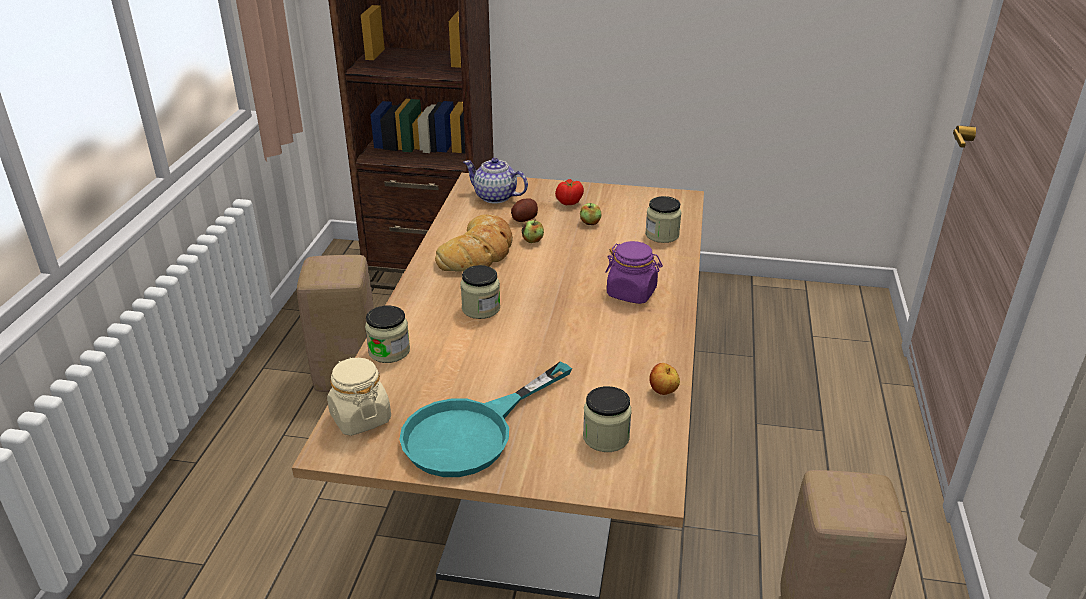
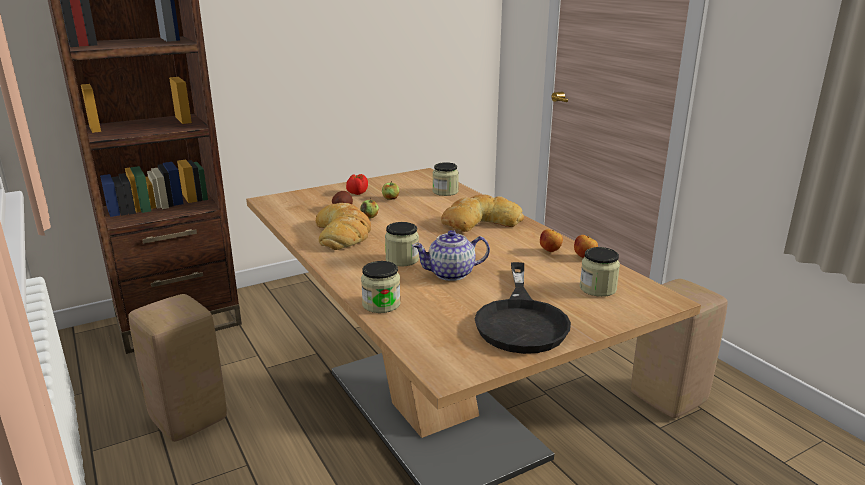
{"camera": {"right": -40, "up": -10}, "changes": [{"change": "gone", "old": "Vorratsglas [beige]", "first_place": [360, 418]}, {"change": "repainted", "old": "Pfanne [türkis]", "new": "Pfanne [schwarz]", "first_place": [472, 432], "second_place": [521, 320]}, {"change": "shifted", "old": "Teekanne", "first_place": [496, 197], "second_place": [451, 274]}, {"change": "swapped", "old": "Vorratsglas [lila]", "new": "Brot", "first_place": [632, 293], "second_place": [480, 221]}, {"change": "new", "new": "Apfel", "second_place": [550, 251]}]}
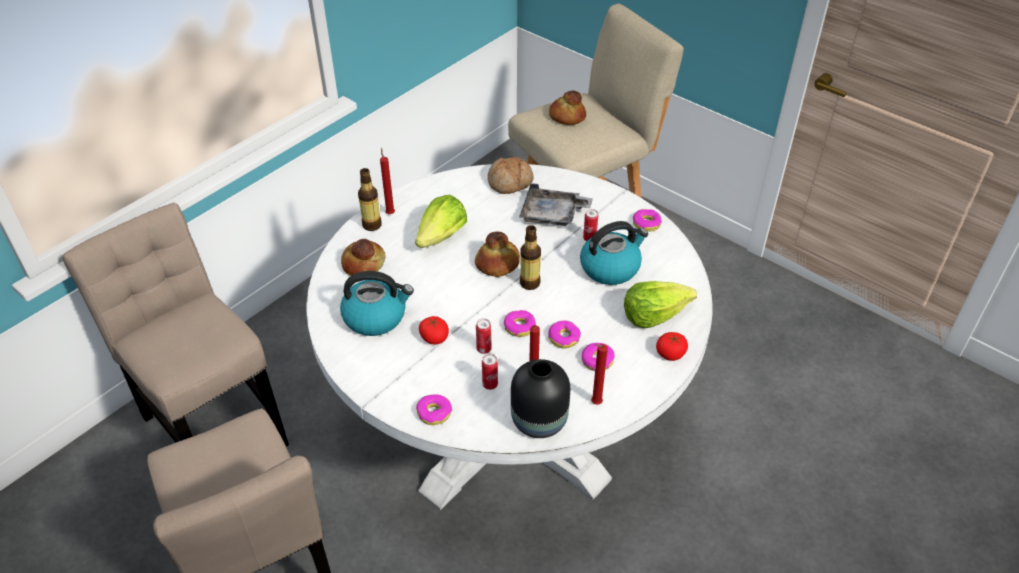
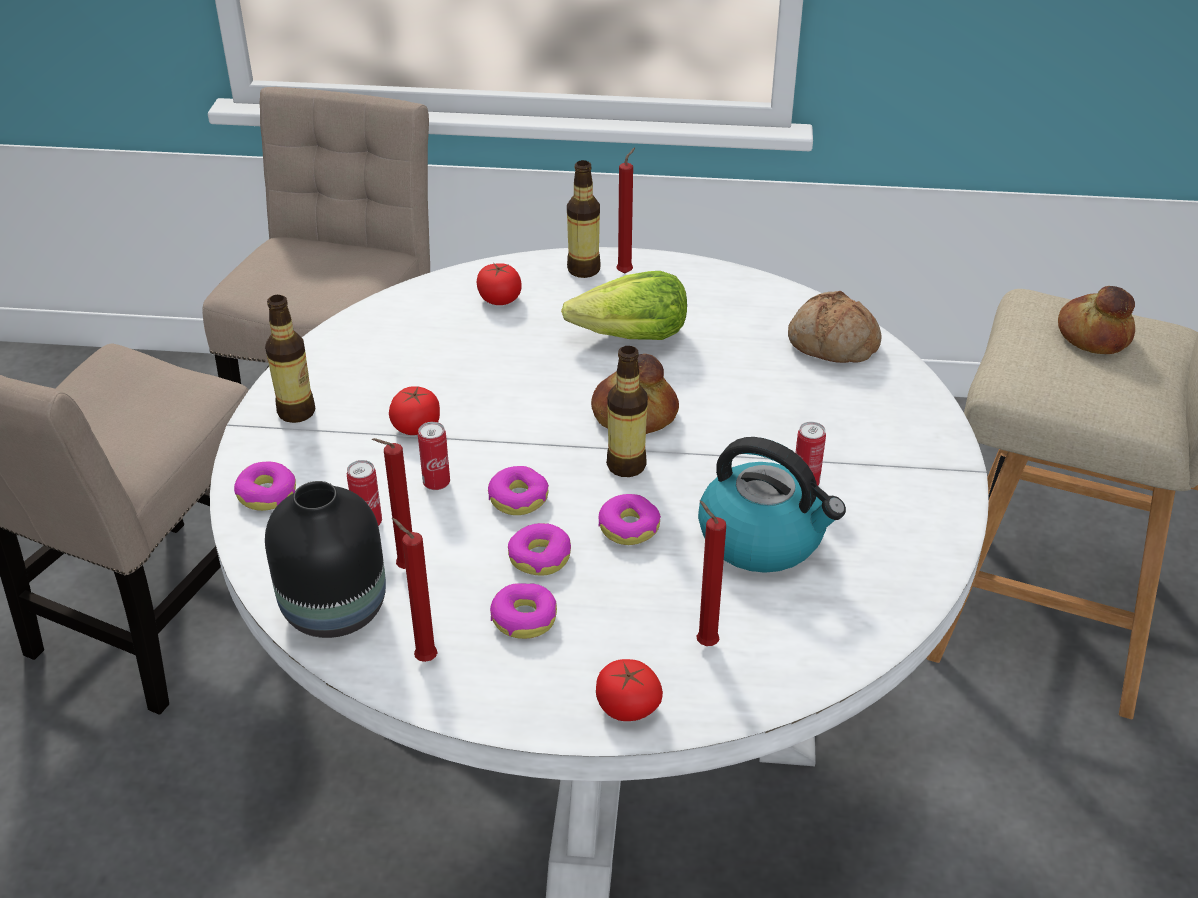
{"camera": {"right": 55, "up": -5}, "changes": [{"change": "gone", "old": "Wasserkessel", "first_place": [376, 317]}, {"change": "swapped", "old": "Brot", "new": "Tomate", "first_place": [363, 263], "second_place": [499, 298]}, {"change": "gone", "old": "Tablett [grau]", "first_place": [552, 215]}, {"change": "swapped", "old": "Salatkopf", "new": "Kerze [rot]", "first_place": [654, 314], "second_place": [704, 642]}, {"change": "shifted", "old": "Donut", "first_place": [646, 224], "second_place": [629, 527]}, {"change": "new", "new": "Flasche", "second_place": [296, 412]}]}
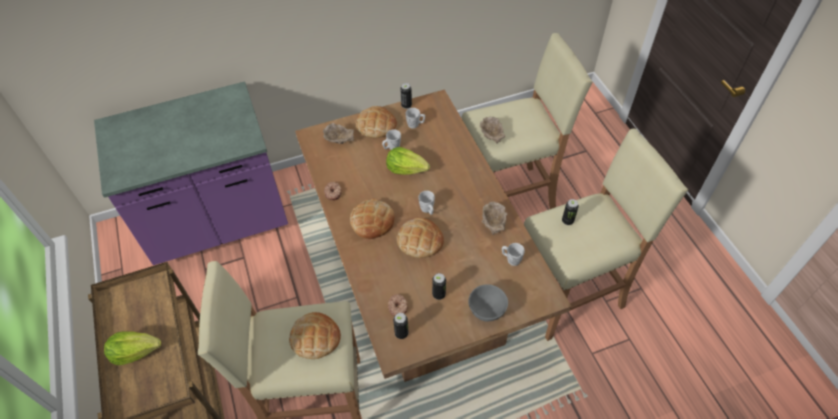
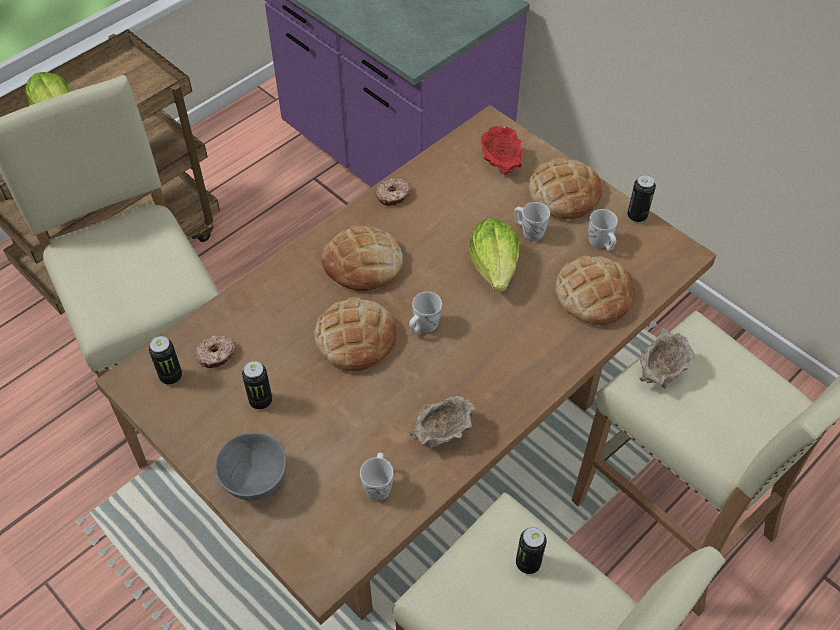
{"camera": {"right": 65, "up": 0}, "changes": [{"change": "shifted", "old": "Brot", "first_place": [315, 338], "second_place": [594, 294]}, {"change": "repainted", "old": "Schüssel [beige]", "new": "Schüssel [rot]", "first_place": [339, 141], "second_place": [500, 163]}]}
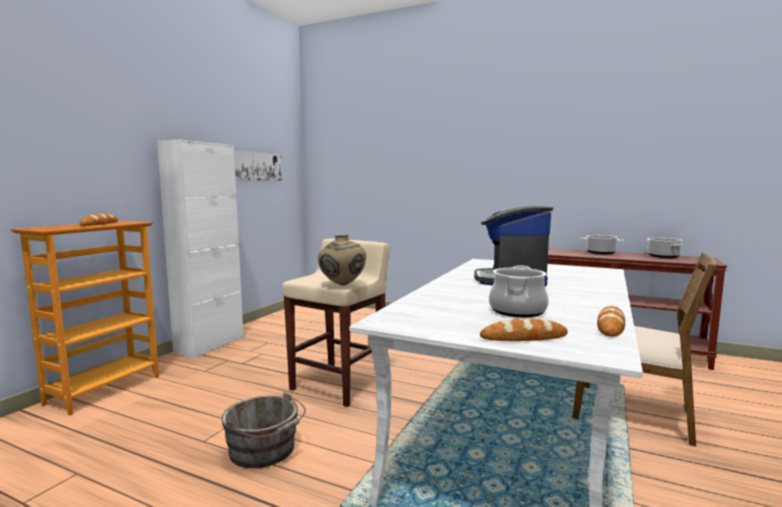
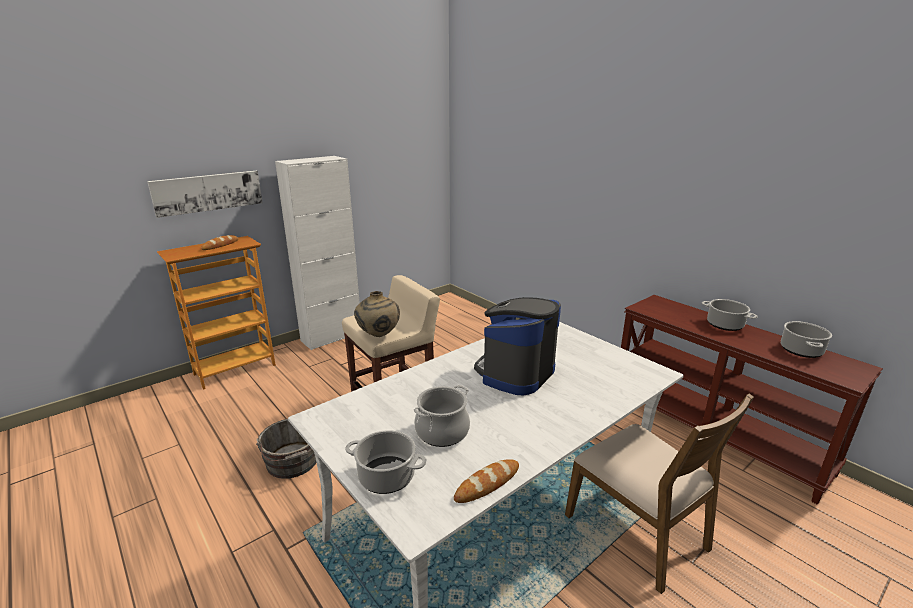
{"camera": {"right": 25, "up": 15}, "changes": [{"change": "shifted", "old": "Bild", "first_place": [252, 166], "second_place": [208, 192]}, {"change": "swapped", "old": "Brot", "new": "Kochtopf", "first_place": [523, 337], "second_place": [387, 476]}]}
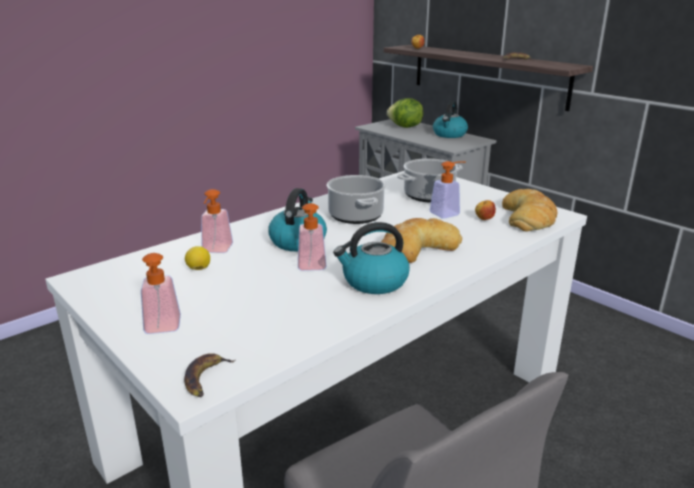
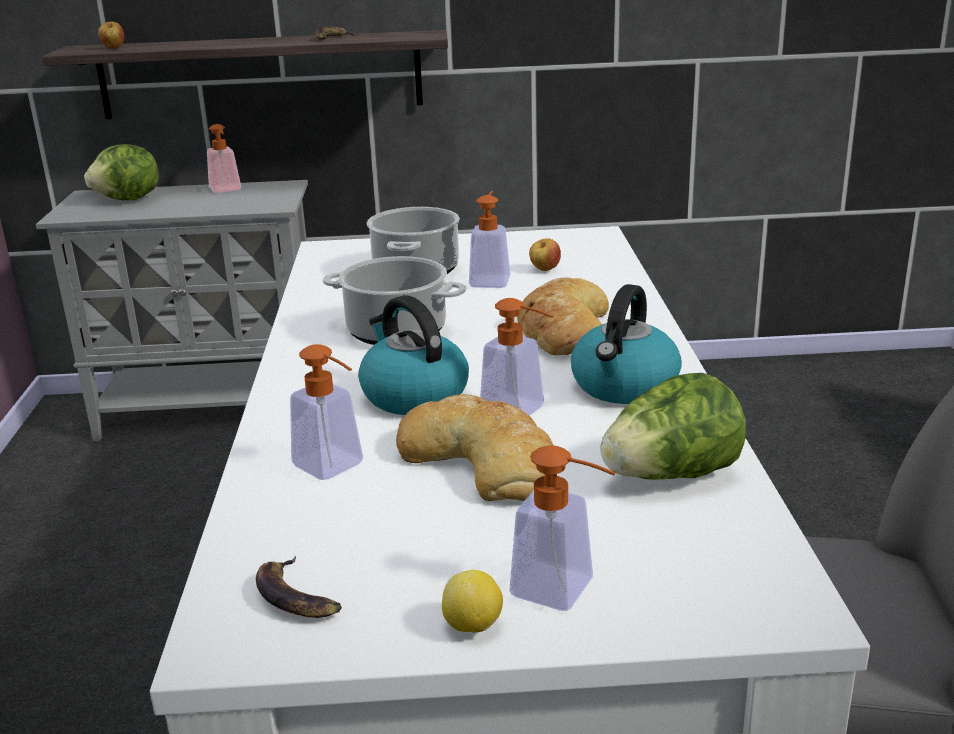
{"camera": {"right": -50, "up": 0}, "changes": [{"change": "shifted", "old": "Banane", "first_place": [206, 378], "second_place": [297, 596]}, {"change": "shifted", "old": "Zitrone", "first_place": [198, 269], "second_place": [473, 626]}, {"change": "swapped", "old": "Wasserkessel", "new": "Seifenspender", "first_place": [449, 134], "second_place": [227, 191]}, {"change": "shifted", "old": "Brot", "first_place": [529, 217], "second_place": [481, 460]}, {"change": "new", "new": "Salatkopf", "second_place": [671, 476]}]}
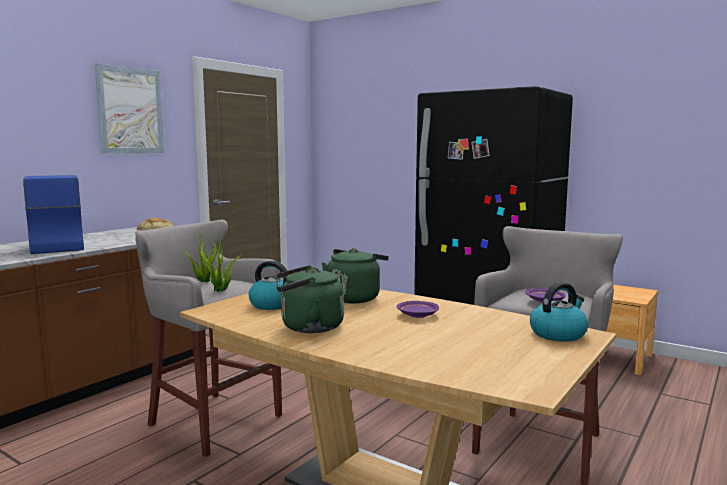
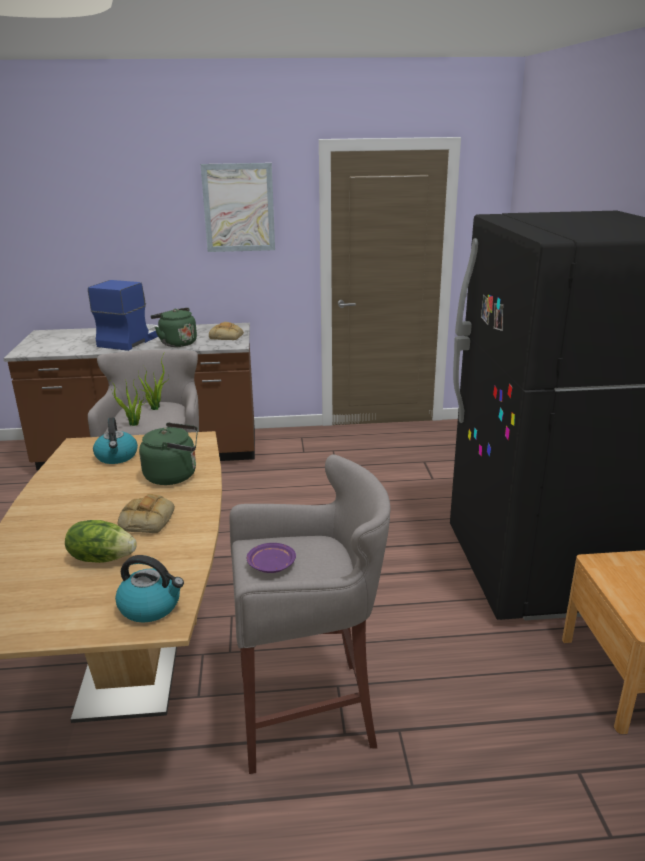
{"camera": {"right": 50, "up": 15}, "changes": [{"change": "shifted", "old": "Wasserkessel [grün]", "first_place": [308, 327], "second_place": [176, 343]}, {"change": "swapped", "old": "Teller [lila]", "new": "Brot", "first_place": [417, 315], "second_place": [146, 520]}, {"change": "new", "new": "Salatkopf", "second_place": [102, 558]}]}
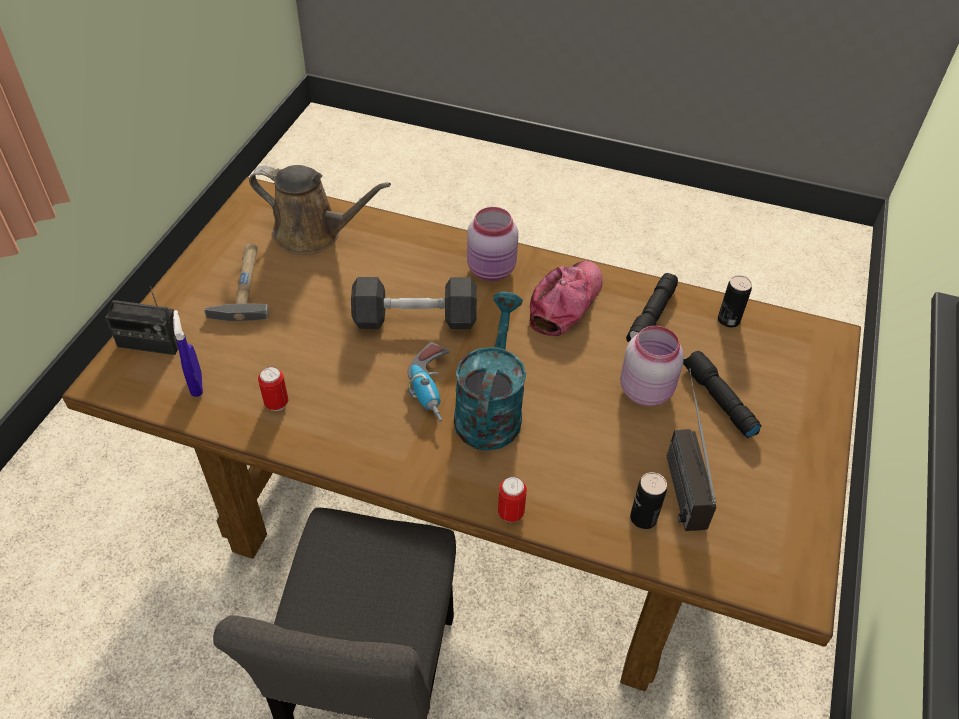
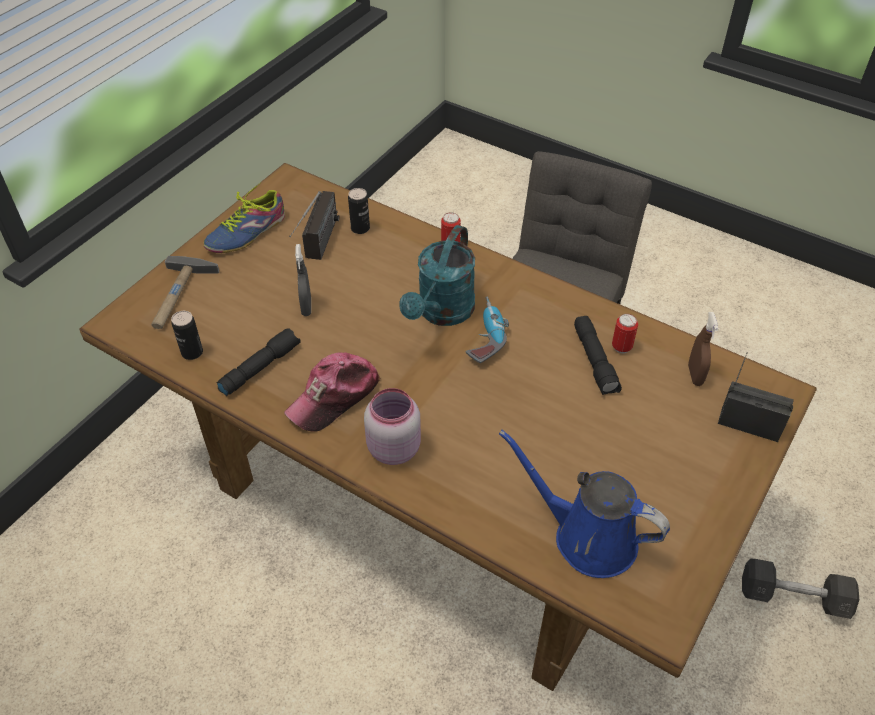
{"camera": {"right": -165, "up": 0}, "changes": [{"change": "repainted", "old": "Sprühflasche [blau]", "new": "Sprühflasche [braun]", "first_place": [196, 384], "second_place": [695, 375]}, {"change": "shifted", "old": "Hammer", "first_place": [243, 285], "second_place": [179, 296]}, {"change": "repainted", "old": "Gießkanne [braun]", "new": "Gießkanne [blau]", "first_place": [313, 234], "second_place": [587, 537]}, {"change": "shifted", "old": "Hantel [grau]", "first_place": [415, 319], "second_place": [793, 597]}, {"change": "swapped", "old": "Vorratsglas [rosa]", "new": "Sprühflasche [grau]", "first_place": [646, 389], "second_place": [306, 307]}, {"change": "shifted", "old": "Taschenlampe [schwarz]", "first_place": [717, 400], "second_place": [595, 361]}, {"change": "new", "new": "Schuh", "second_place": [247, 233]}]}
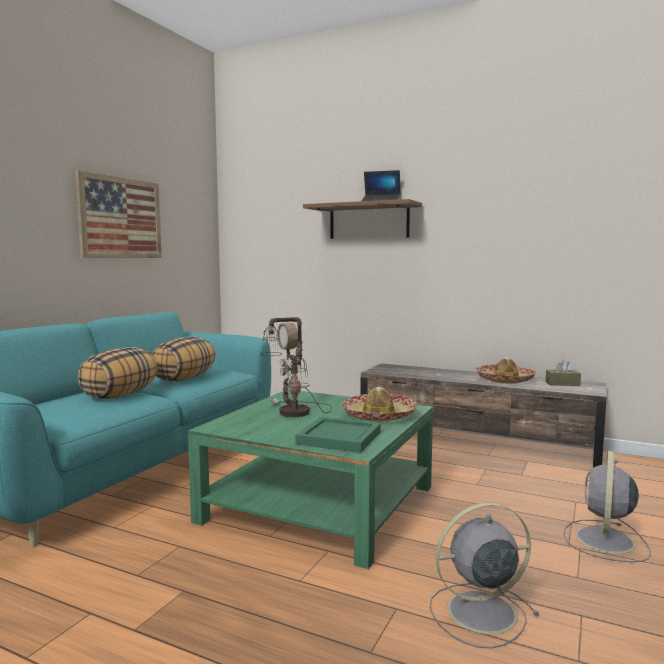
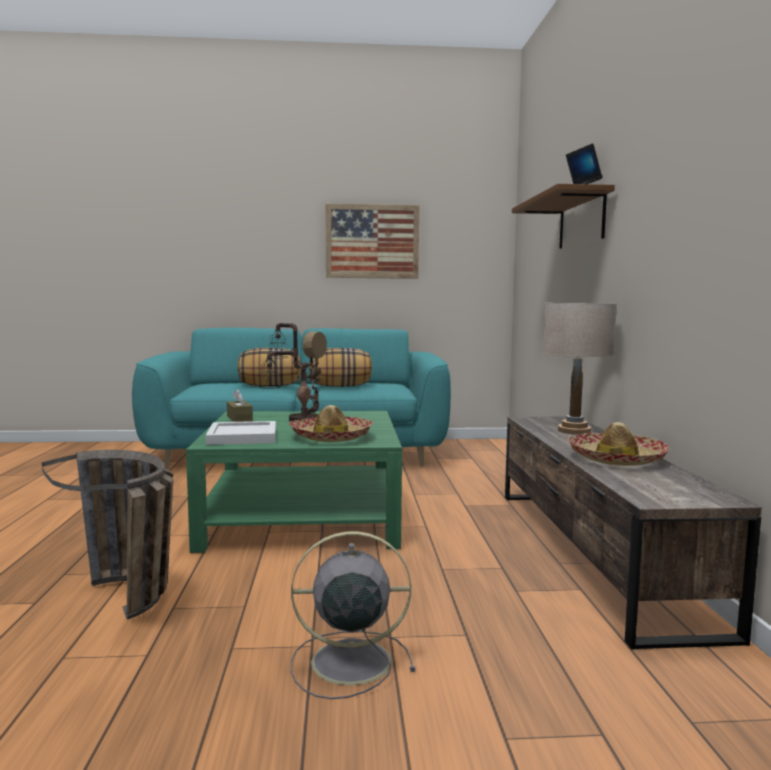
{"camera": {"right": 60, "up": 0}, "changes": [{"change": "repainted", "old": "Tablett [grün]", "new": "Tablett [weiß]", "first_place": [340, 437], "second_place": [243, 437]}, {"change": "swapped", "old": "Ventilator [grau]", "new": "Korb", "first_place": [478, 613], "second_place": [133, 604]}, {"change": "shifted", "old": "Taschentuchbox [braun]", "first_place": [562, 384], "second_place": [239, 418]}, {"change": "new", "new": "Tischlampe [beige]", "second_place": [574, 431]}]}
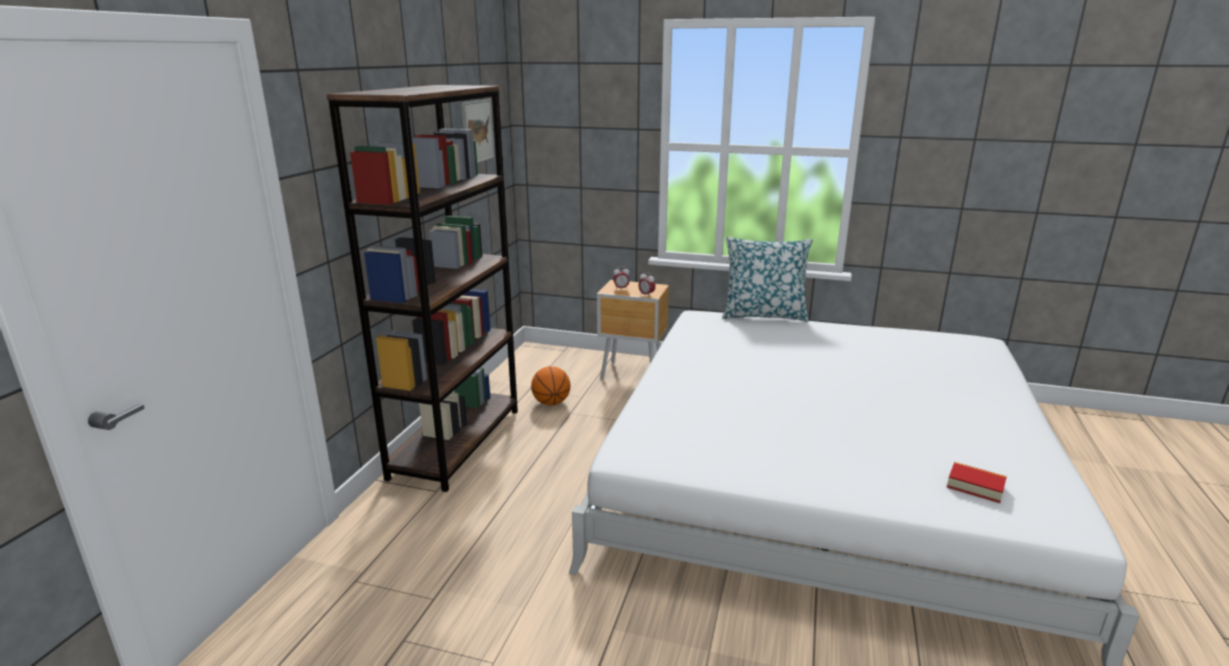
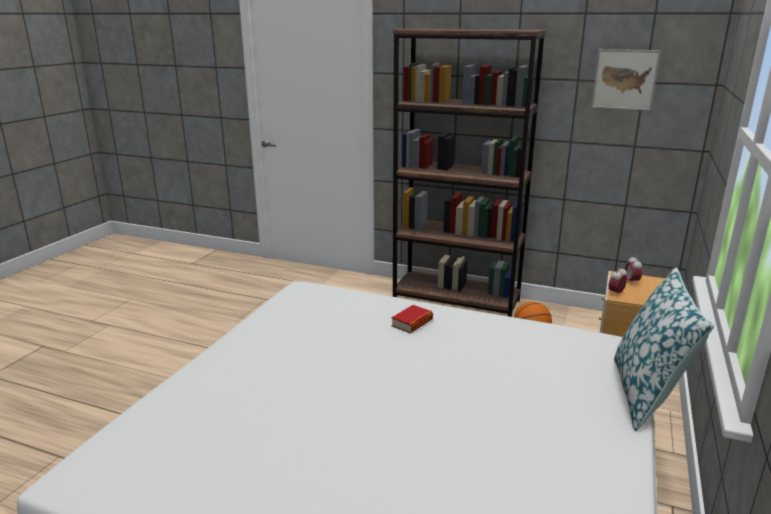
{"camera": {"right": 95, "up": 0}, "changes": [{"change": "shifted", "old": "Buch", "first_place": [975, 486], "second_place": [412, 323]}]}
